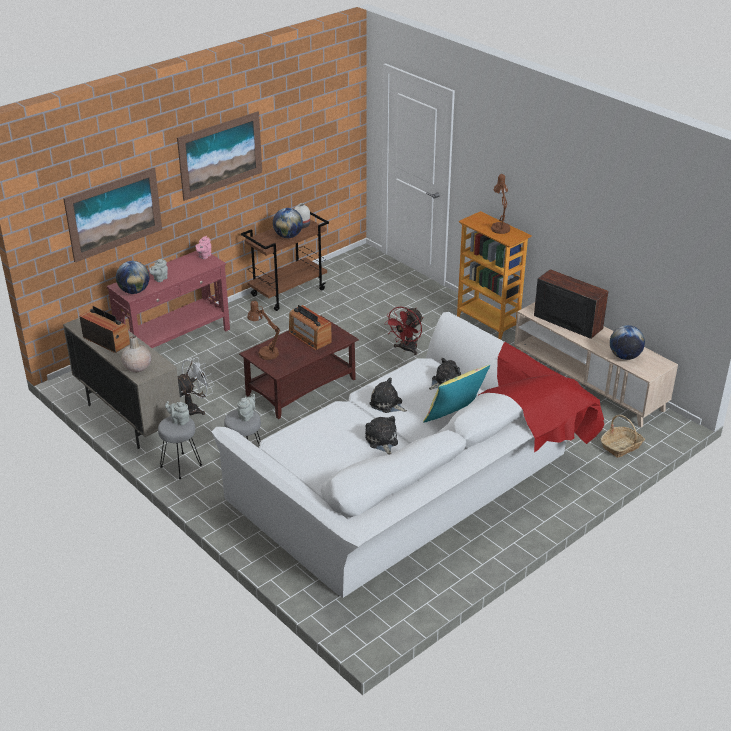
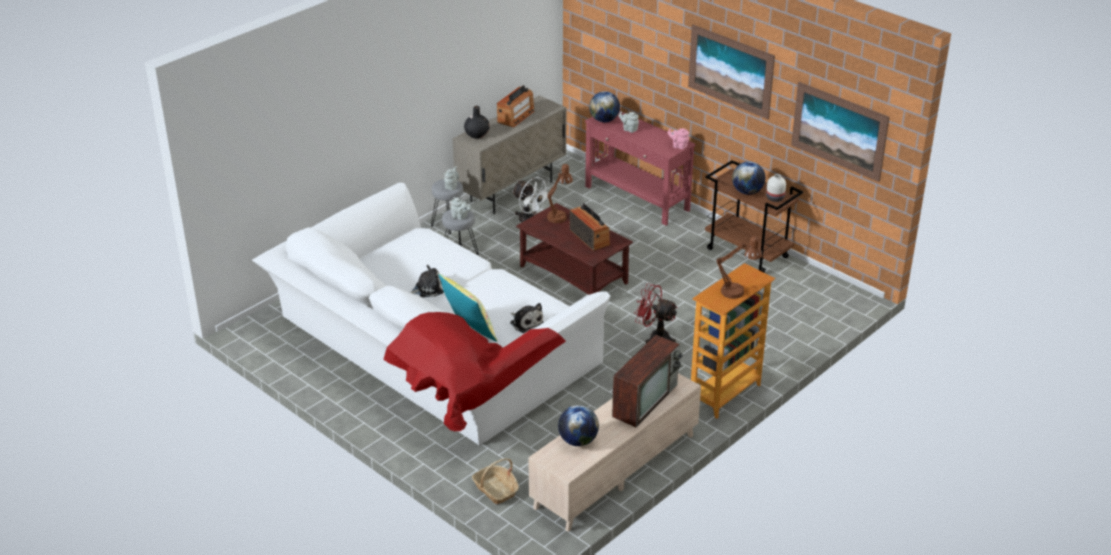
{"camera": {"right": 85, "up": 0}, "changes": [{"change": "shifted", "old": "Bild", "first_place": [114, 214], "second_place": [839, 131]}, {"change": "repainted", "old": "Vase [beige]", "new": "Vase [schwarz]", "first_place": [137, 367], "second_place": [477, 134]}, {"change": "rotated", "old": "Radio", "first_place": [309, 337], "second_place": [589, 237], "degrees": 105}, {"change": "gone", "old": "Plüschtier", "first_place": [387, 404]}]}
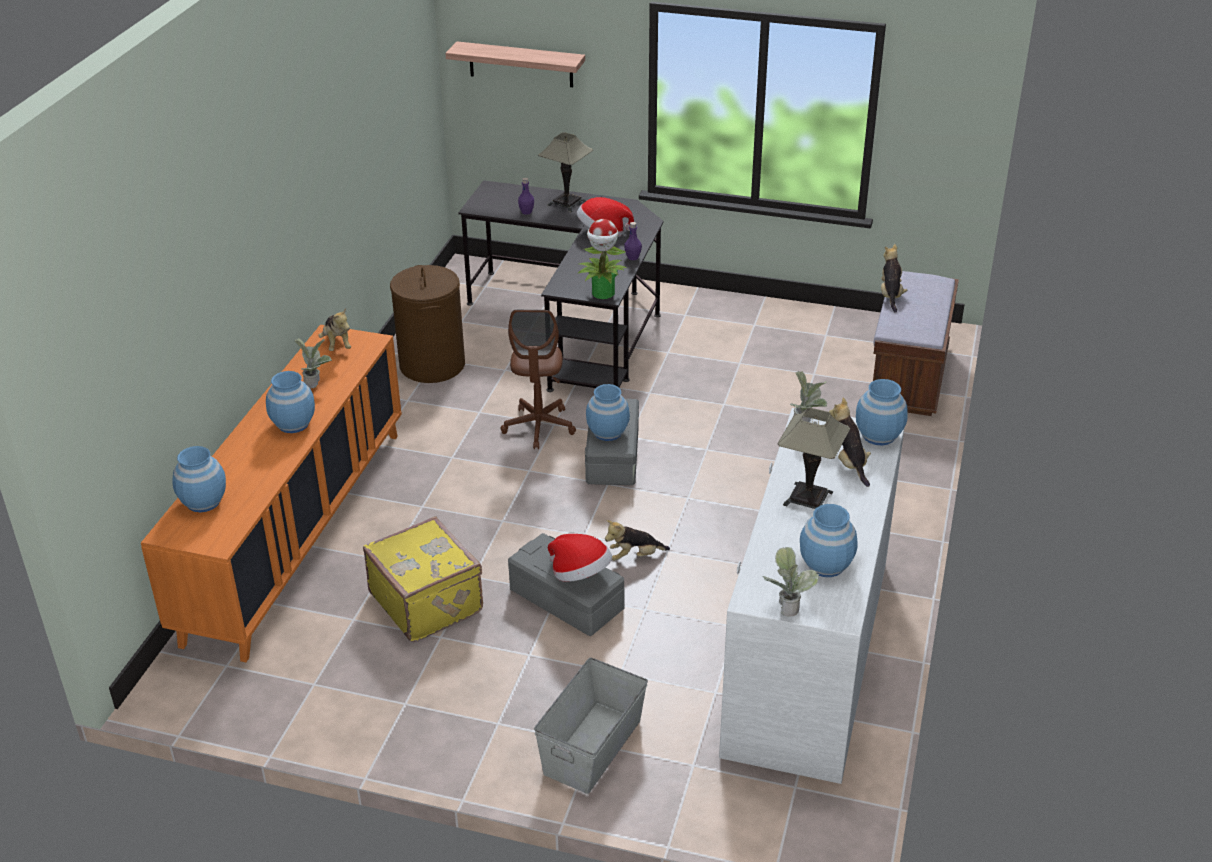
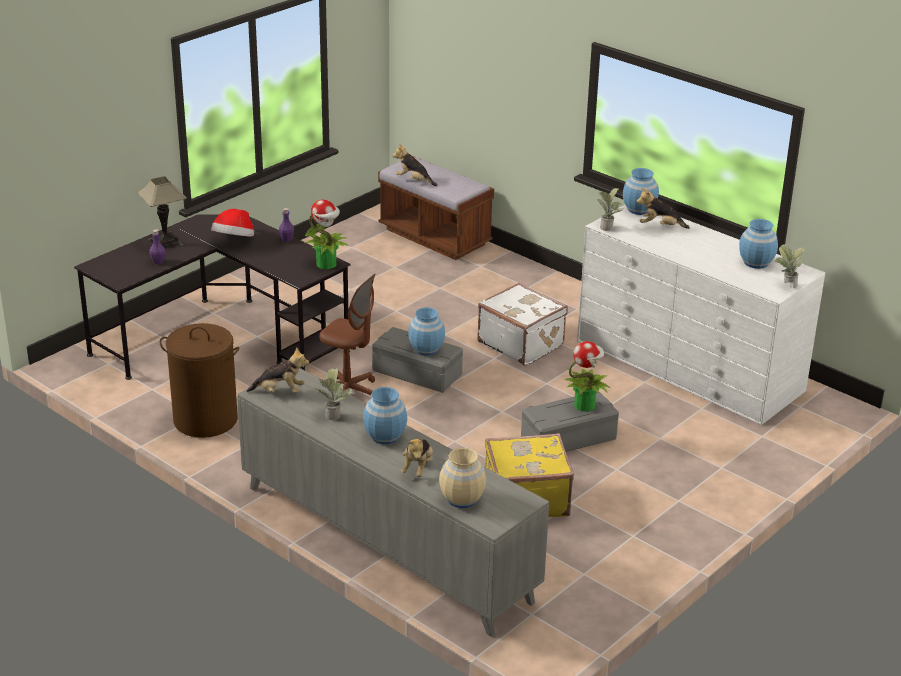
{"camera": {"right": -65, "up": -5}, "changes": [{"change": "repainted", "old": "Schrank [orange]", "new": "Schrank [grau]", "first_place": [296, 533], "second_place": [385, 544]}, {"change": "repainted", "old": "Vase [blau]", "new": "Vase [beige]", "first_place": [204, 502], "second_place": [462, 499]}, {"change": "gone", "old": "Wandregal", "first_place": [521, 64]}, {"change": "gone", "old": "Aufbewahrungsbox [grau]", "first_place": [593, 746]}, {"change": "swapped", "old": "Hut", "new": "Topfpflanze", "first_place": [580, 575], "second_place": [585, 405]}, {"change": "shifted", "old": "Plüschtier", "first_place": [634, 556], "second_place": [417, 468]}, {"change": "gone", "old": "Tischlampe", "first_place": [808, 498]}, {"change": "new", "new": "Koffer [weiß]", "second_place": [521, 343]}]}
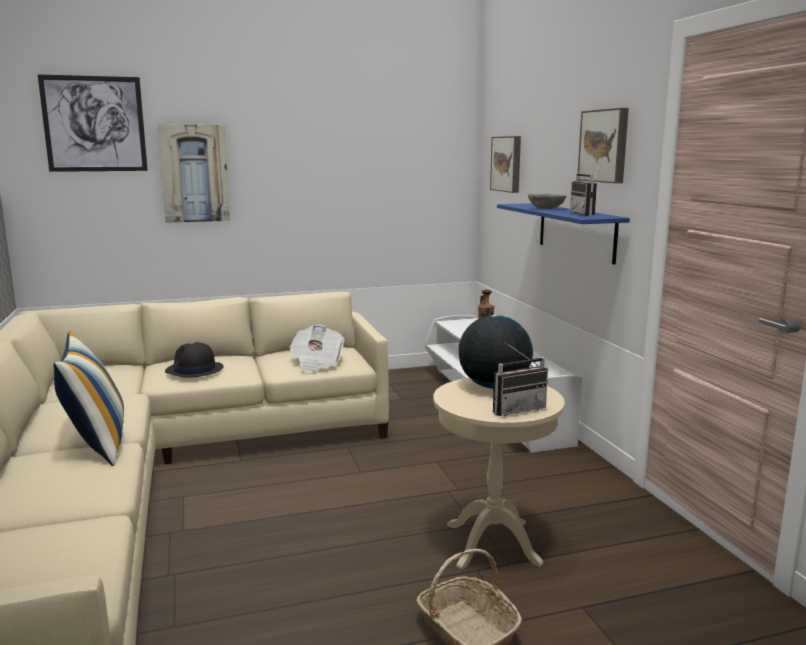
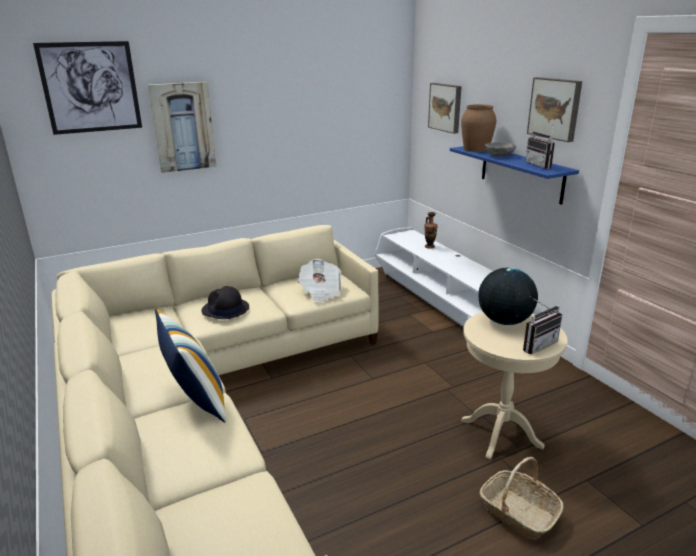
{"camera": {"right": -10, "up": 10}, "changes": [{"change": "new", "new": "Vase [braun]", "second_place": [476, 149]}]}
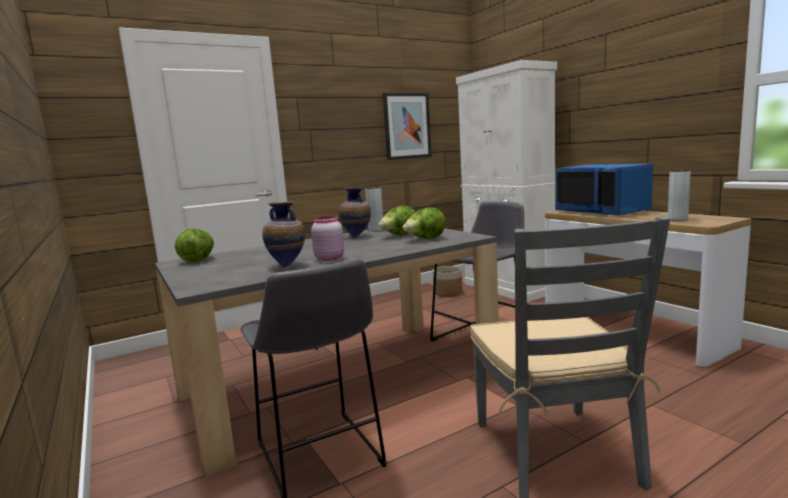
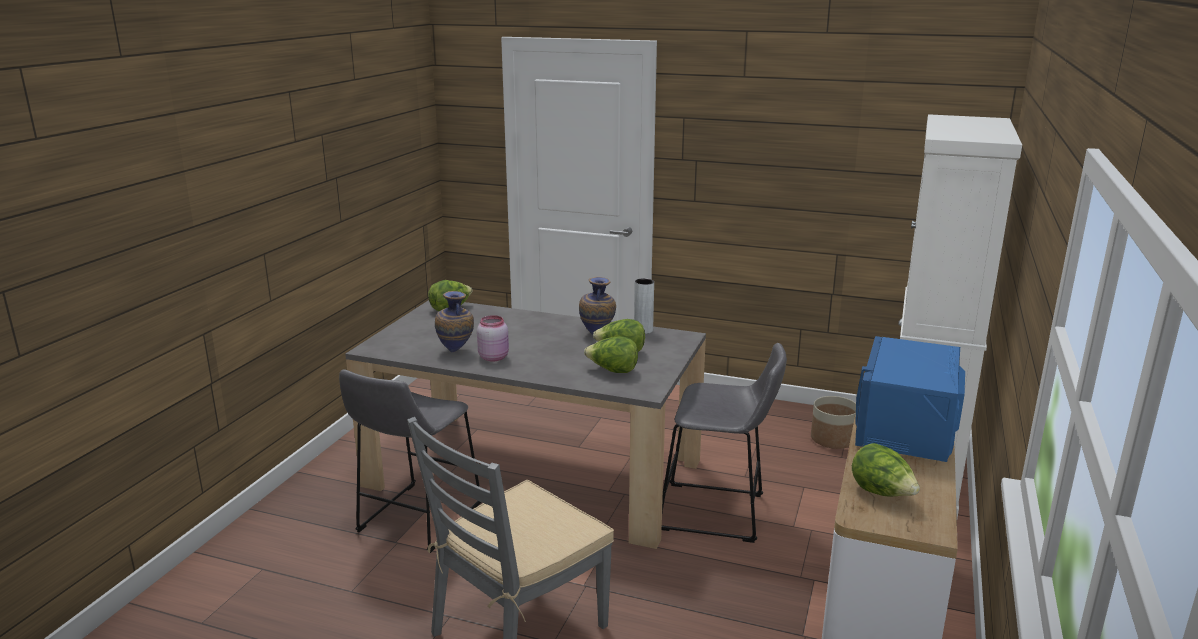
{"camera": {"right": 50, "up": 10}, "changes": [{"change": "gone", "old": "Bild", "first_place": [407, 126]}, {"change": "swapped", "old": "Vase [grau]", "new": "Salatkopf", "first_place": [677, 219], "second_place": [882, 493]}]}
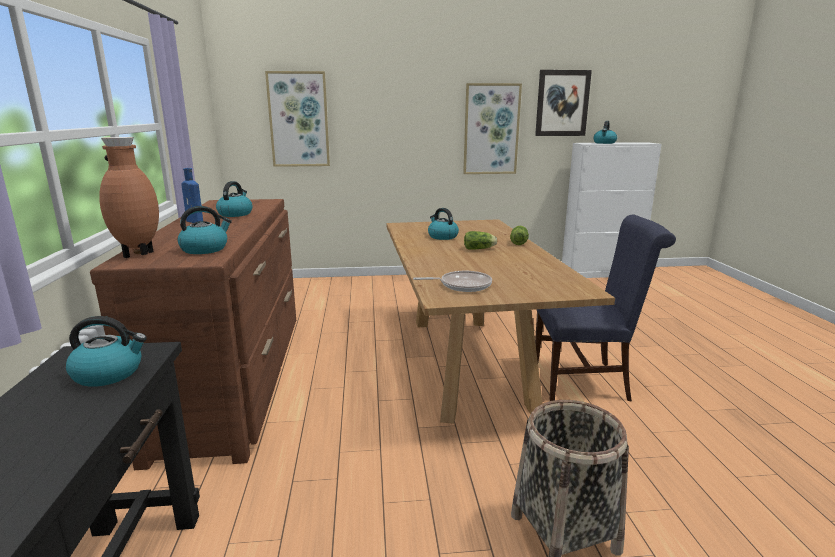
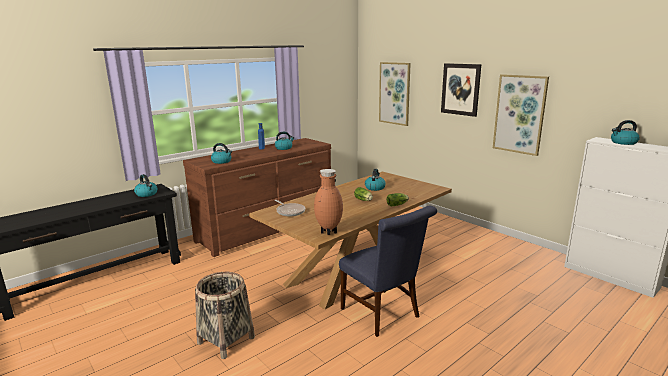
{"camera": {"right": 55, "up": 0}, "changes": [{"change": "shifted", "old": "Vase [braun]", "first_place": [139, 255], "second_place": [328, 233]}, {"change": "shifted", "old": "Bild", "first_place": [562, 103], "second_place": [460, 89]}]}
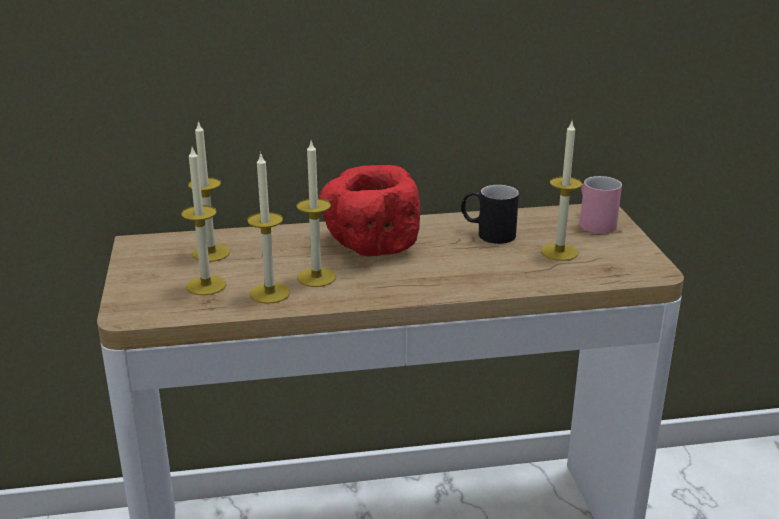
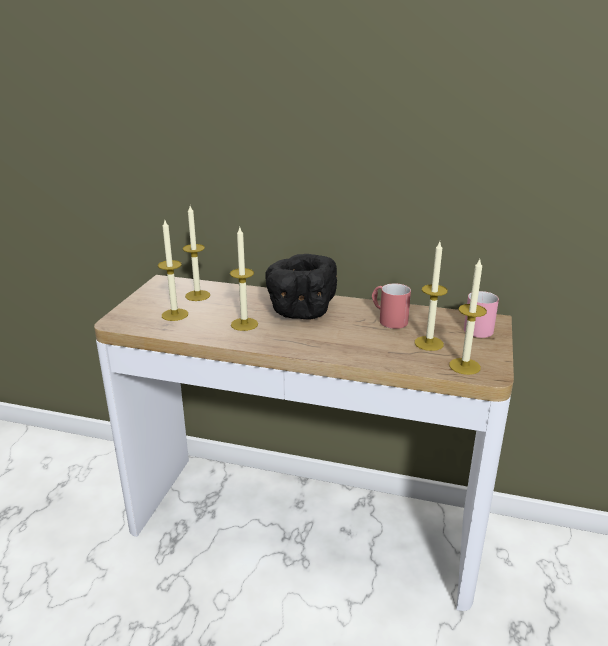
{"camera": {"right": 25, "up": 0}, "changes": [{"change": "shifted", "old": "Kerze", "first_place": [270, 293], "second_place": [464, 366]}, {"change": "repainted", "old": "Schüssel [rot]", "new": "Schüssel [schwarz]", "first_place": [369, 244], "second_place": [299, 310]}, {"change": "repainted", "old": "Henkelbecher [schwarz]", "new": "Henkelbecher [rot]", "first_place": [487, 233], "second_place": [388, 319]}]}
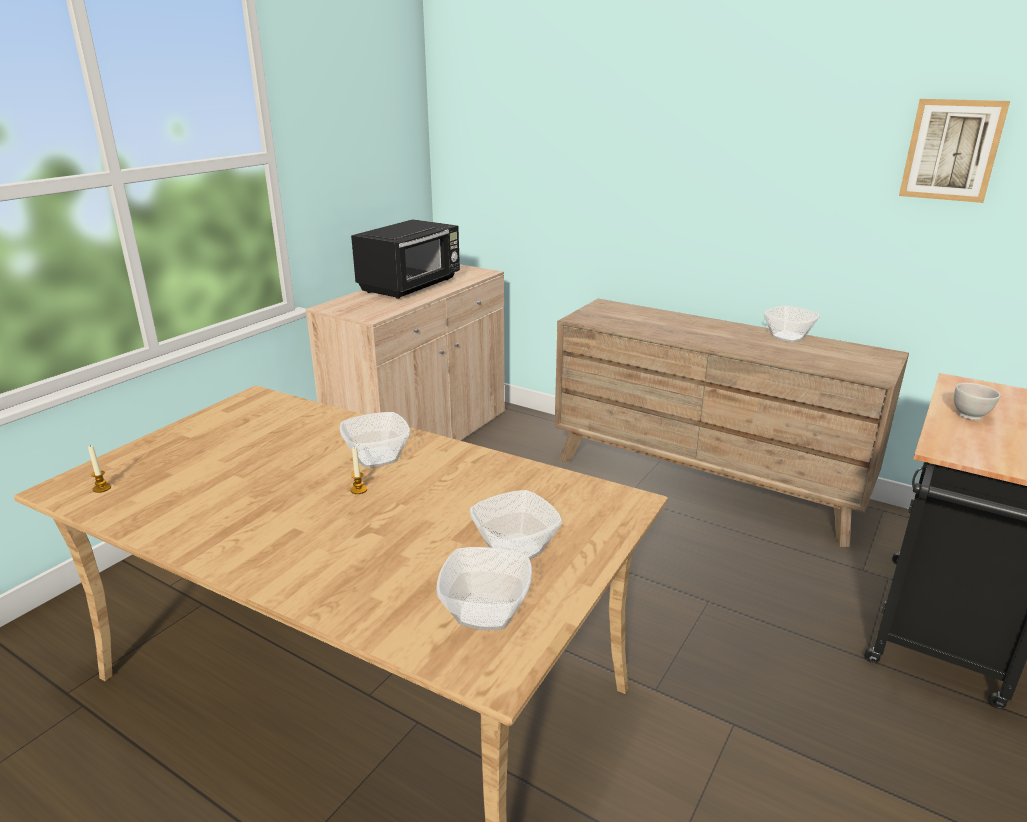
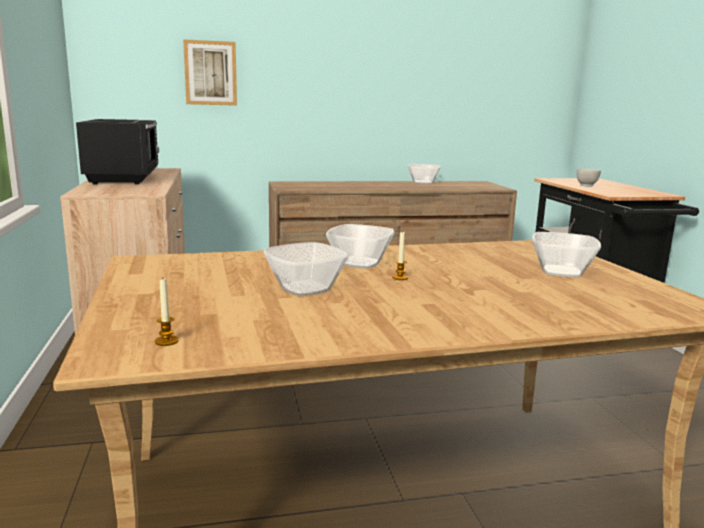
{"camera": {"right": -45, "up": -10}, "changes": [{"change": "shifted", "old": "Schüssel", "first_place": [484, 611], "second_place": [303, 289]}, {"change": "shifted", "old": "Bild", "first_place": [952, 150], "second_place": [210, 73]}]}
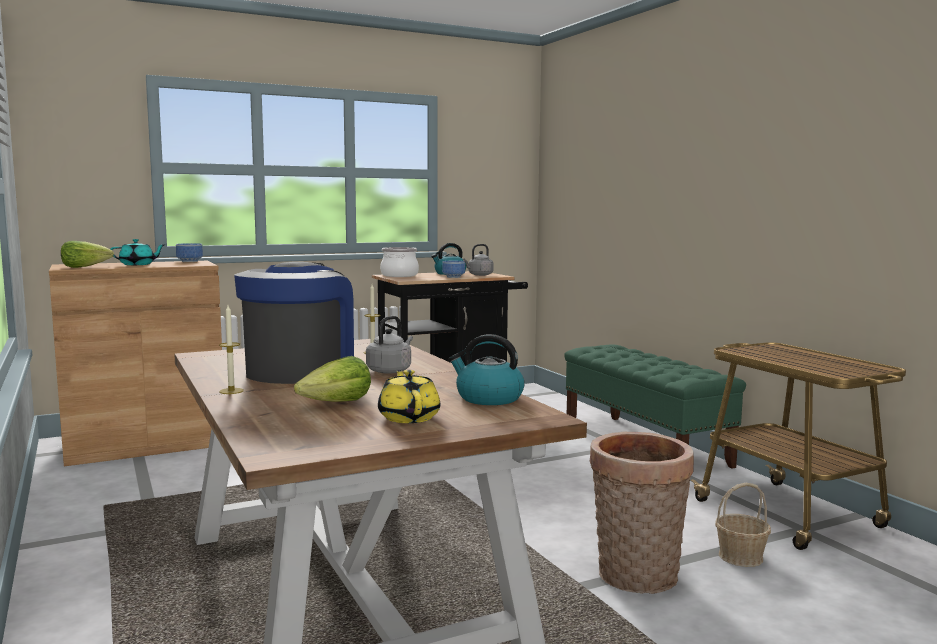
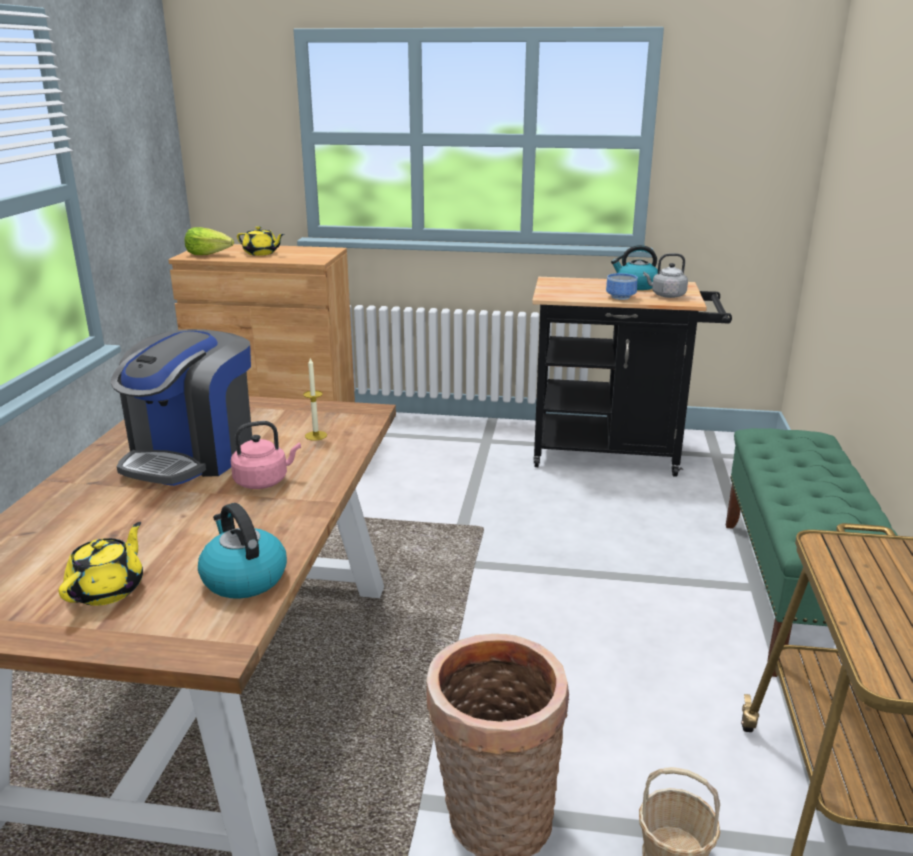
{"camera": {"right": 35, "up": 15}, "changes": [{"change": "repainted", "old": "Teekanne [türkis]", "new": "Teekanne [gelb]", "first_place": [138, 264], "second_place": [261, 253]}, {"change": "gone", "old": "Schüssel", "first_place": [188, 261]}, {"change": "gone", "old": "Kerze", "first_place": [231, 391]}, {"change": "rotated", "old": "Kaffeemaschine", "first_place": [300, 370], "second_place": [192, 455], "degrees": 150}, {"change": "gone", "old": "Salatkopf", "first_place": [337, 404]}, {"change": "repainted", "old": "Wasserkessel [grau]", "new": "Wasserkessel [rosa]", "first_place": [390, 370], "second_place": [264, 481]}, {"change": "gone", "old": "Kochtopf", "first_place": [400, 275]}]}
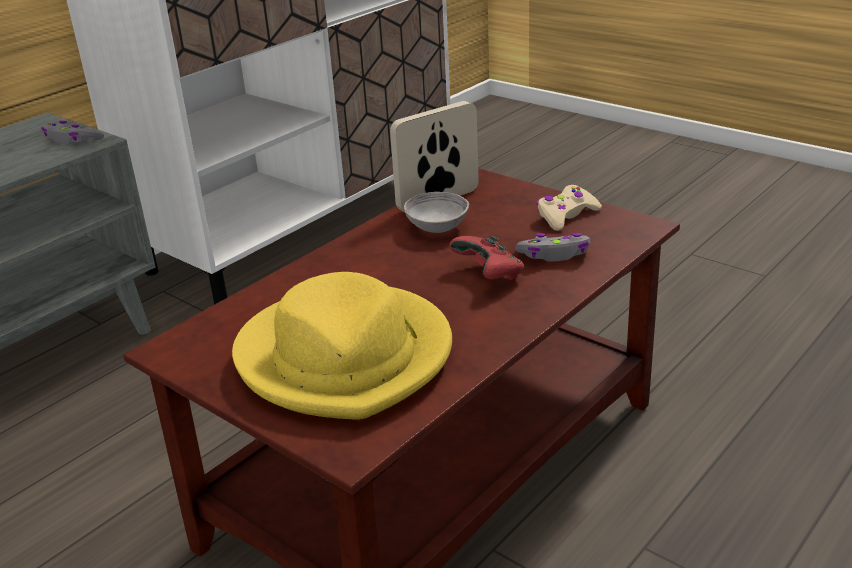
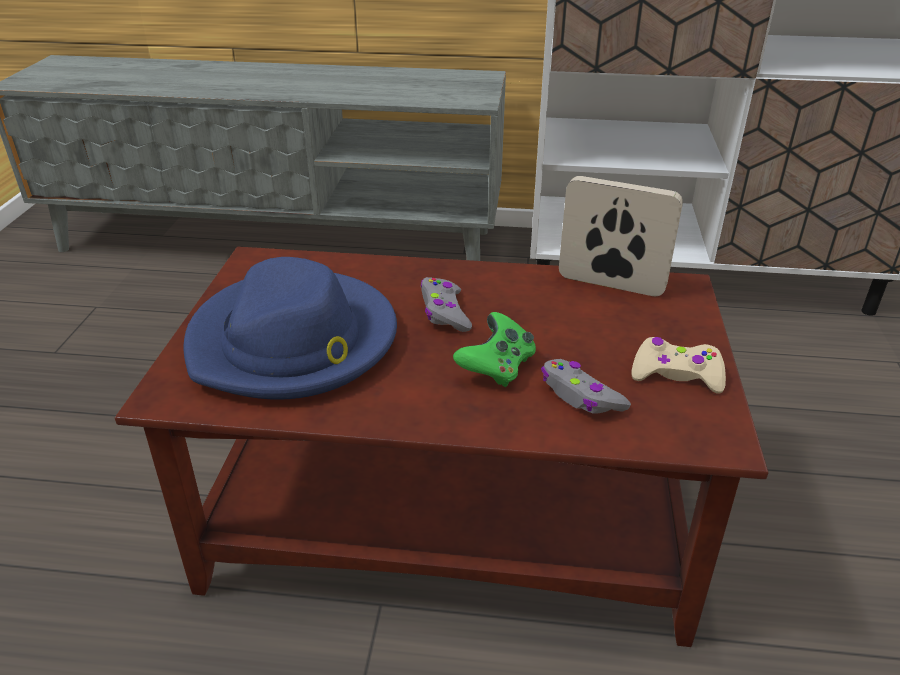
{"camera": {"right": 55, "up": 5}, "changes": [{"change": "shifted", "old": "Gamepad [grau]", "first_place": [72, 140], "second_place": [444, 312]}, {"change": "repainted", "old": "Hut [gelb]", "new": "Hut [blau]", "first_place": [347, 357], "second_place": [294, 342]}, {"change": "gone", "old": "Schüssel [grau]", "first_place": [437, 227]}, {"change": "repainted", "old": "Gamepad [rot]", "new": "Gamepad [grün]", "first_place": [489, 275], "second_place": [497, 368]}]}
